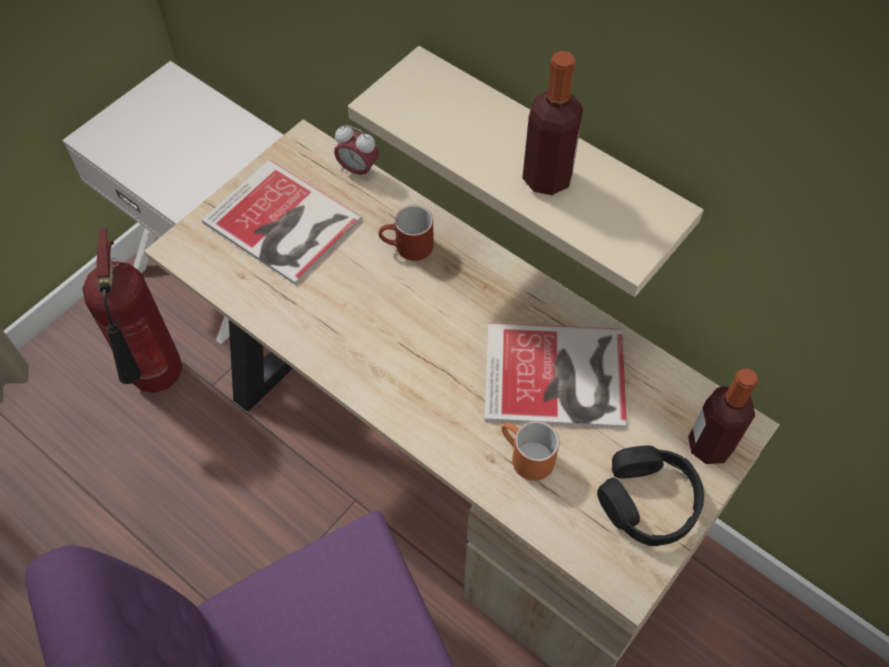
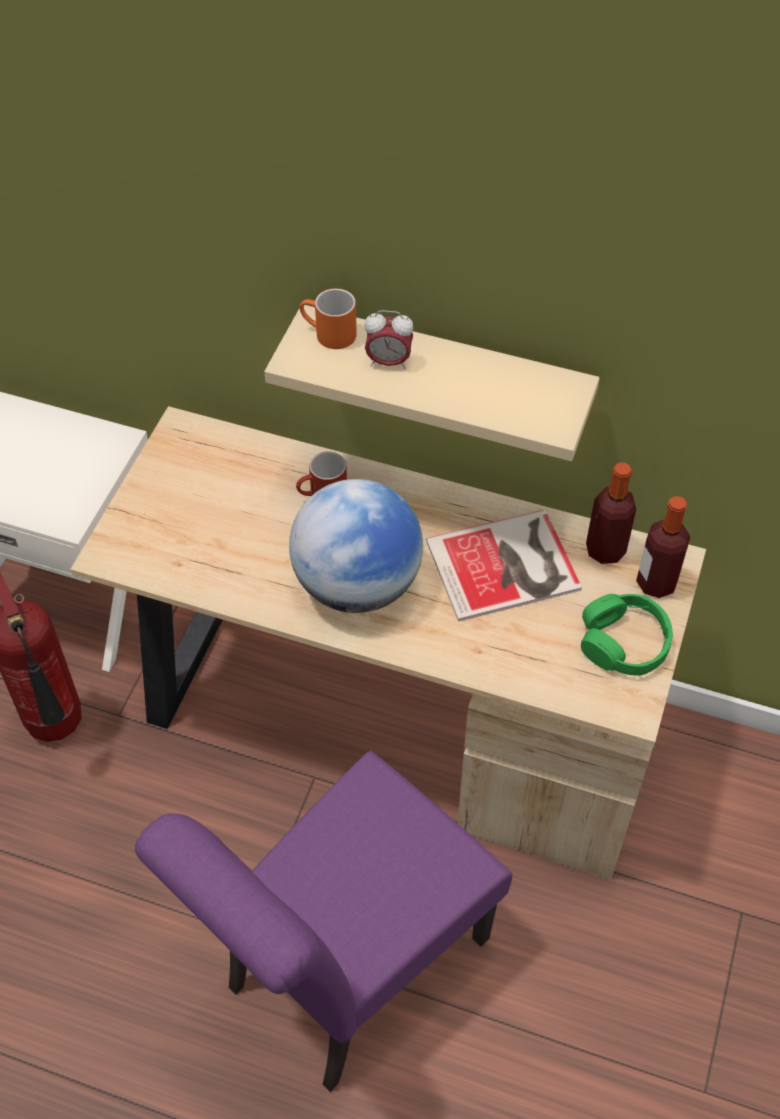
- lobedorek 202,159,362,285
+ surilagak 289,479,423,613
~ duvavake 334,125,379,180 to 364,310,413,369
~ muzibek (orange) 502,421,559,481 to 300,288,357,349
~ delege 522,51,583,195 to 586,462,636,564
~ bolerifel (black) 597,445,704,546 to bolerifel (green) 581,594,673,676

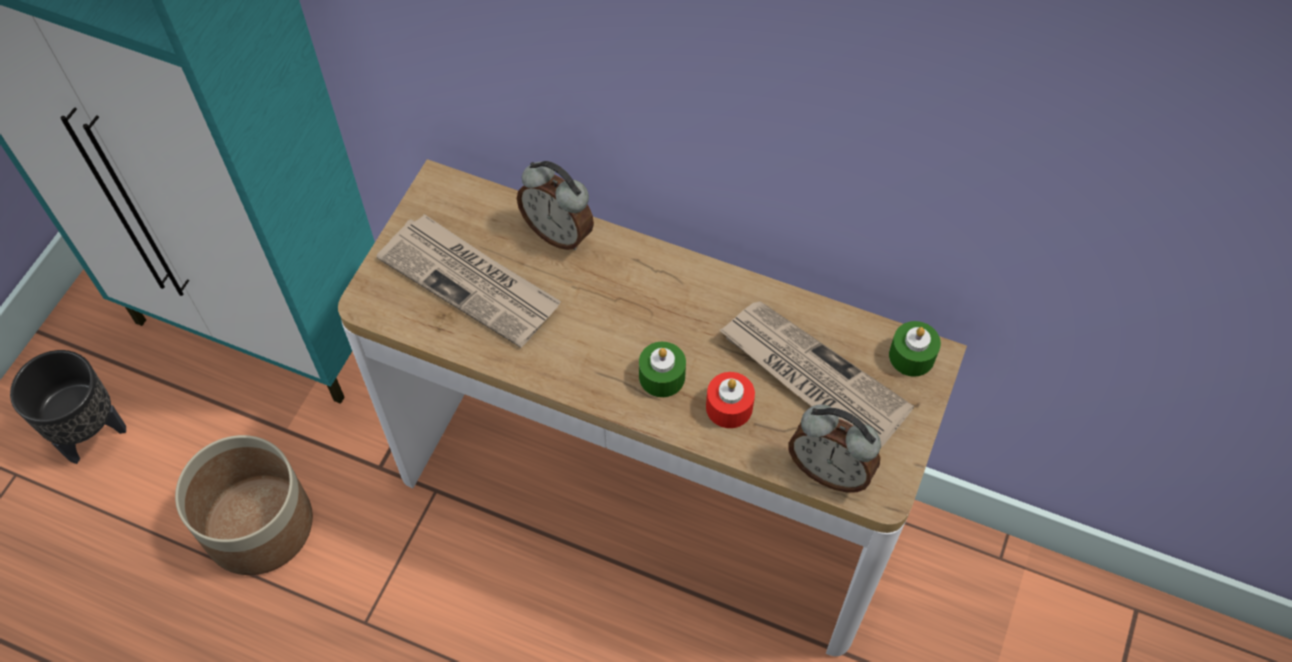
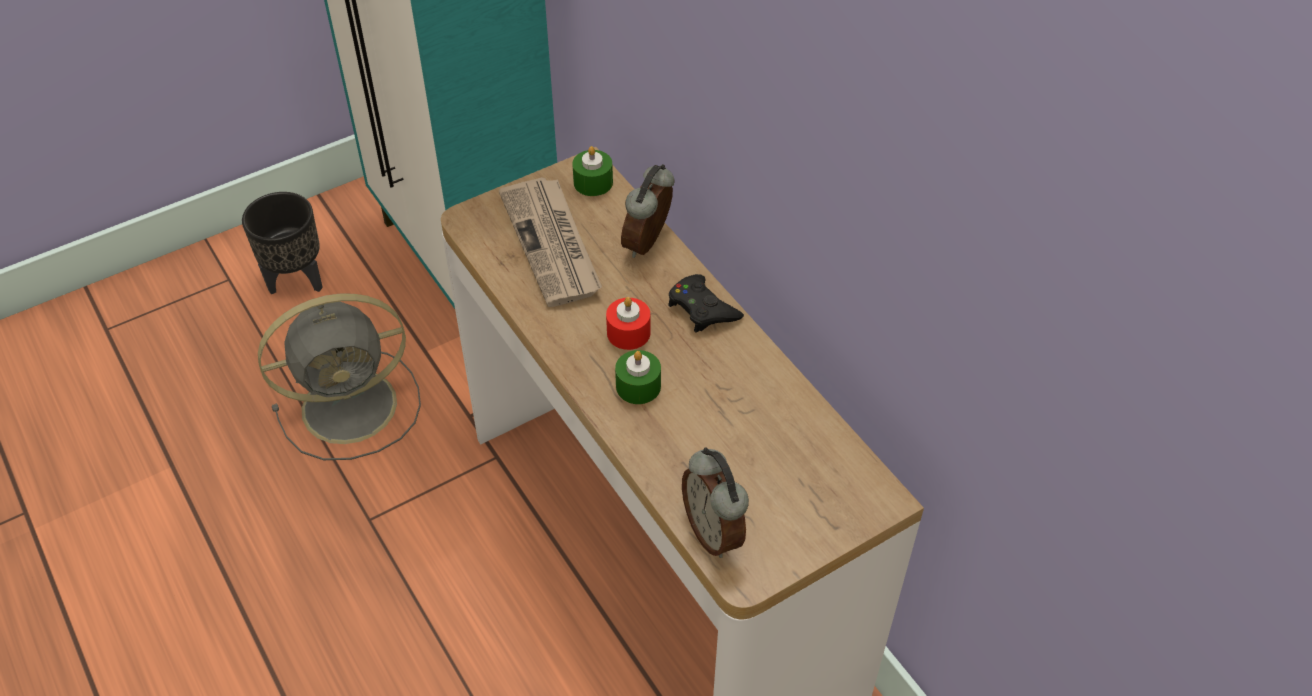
- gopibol 719,301,914,447
+ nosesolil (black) 668,274,744,333
~ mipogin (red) 706,372,755,428 to 606,297,651,350
~ mipogin (green) 889,321,941,377 to 572,146,613,196
~ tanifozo 175,435,313,575 to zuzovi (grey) 258,294,421,460
~ duvavake 517,161,594,250 = 621,164,674,258 45 degrees clockwise

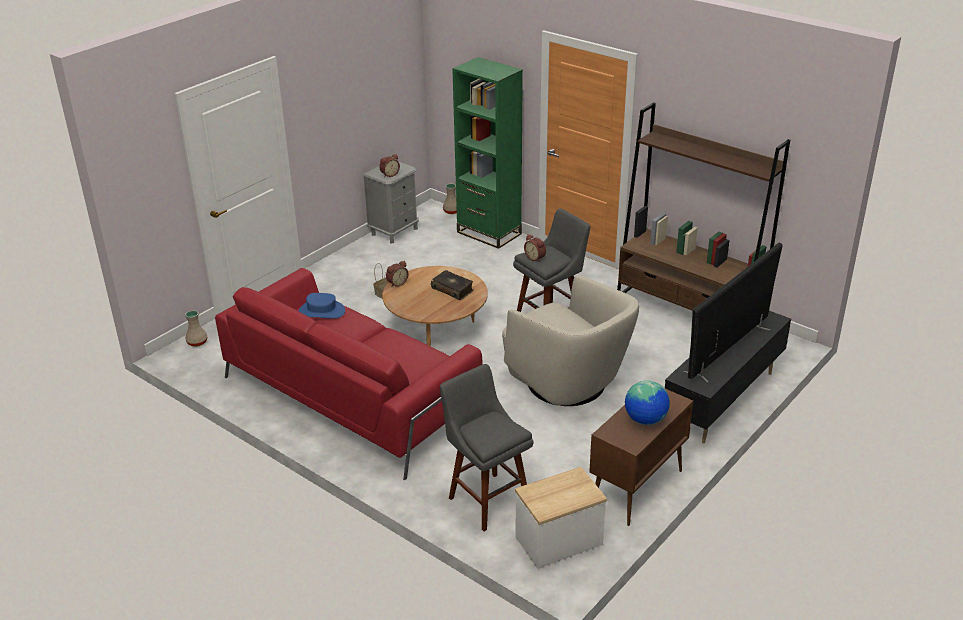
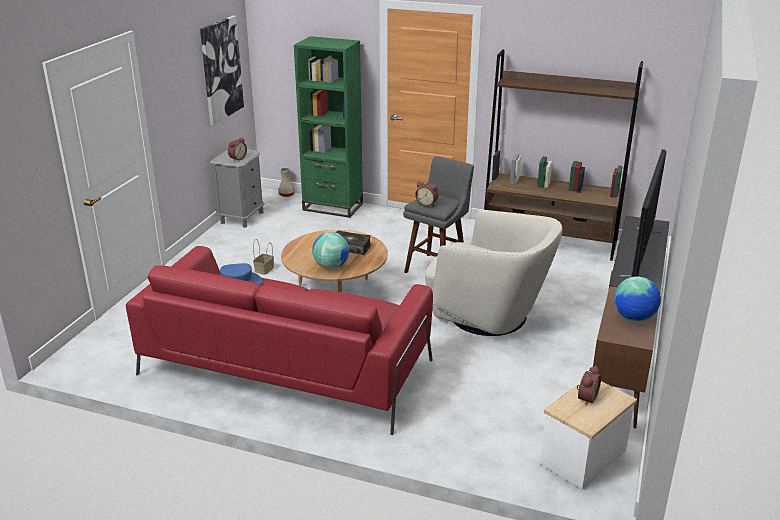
- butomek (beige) 185,310,207,347
- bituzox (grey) 440,364,533,531
+ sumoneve 200,16,244,125
+ surilagak 312,232,349,269
~ duvavake 386,261,409,287 to 577,366,601,405

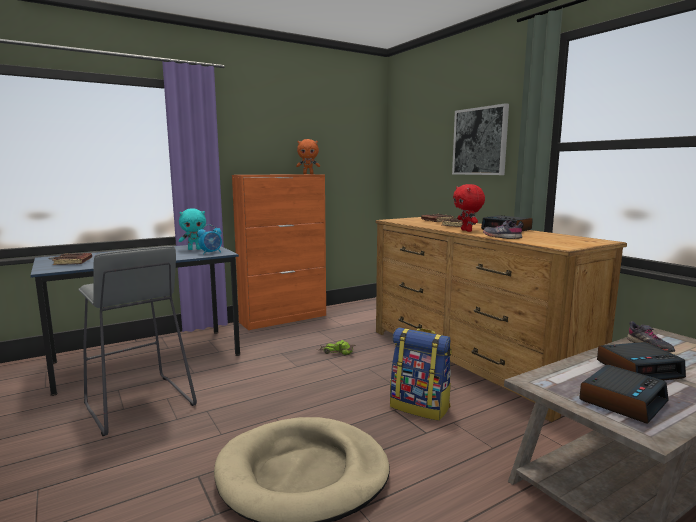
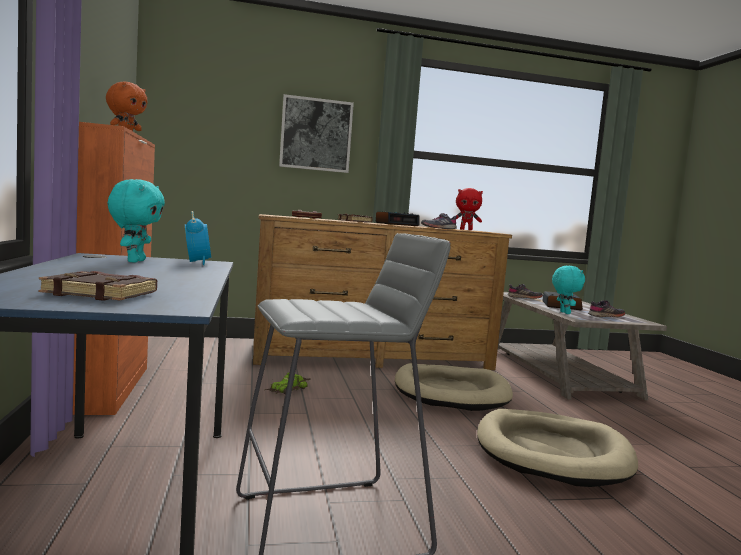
+ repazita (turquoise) 552,266,585,314
~ repazita (red) 453,184,485,232 to 456,188,483,230
~ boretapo 390,328,452,421 to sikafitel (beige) 395,363,513,411
~ duvavake 579,365,669,424 to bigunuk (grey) 588,300,625,317

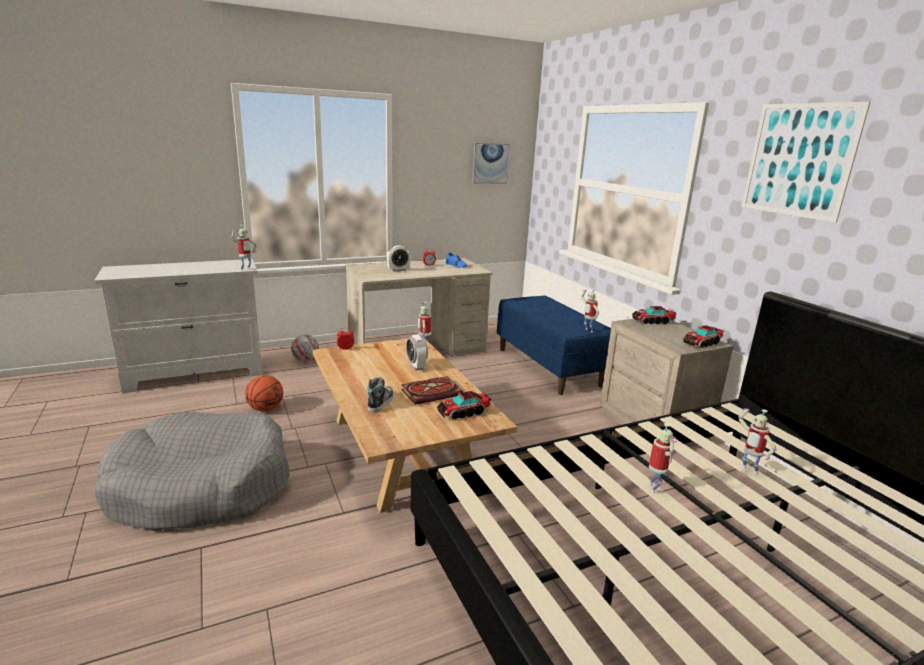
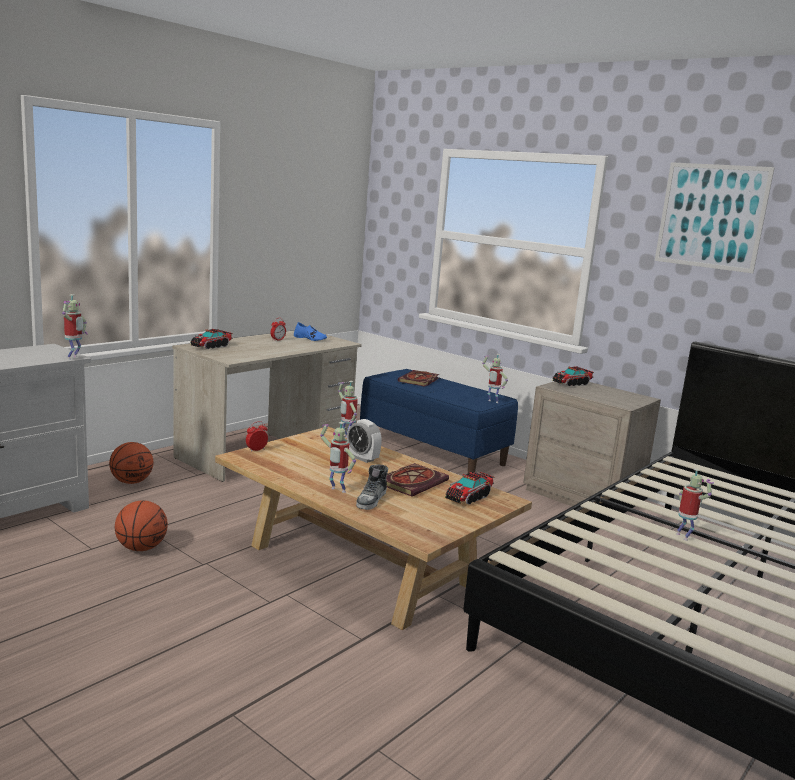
- sikafitel (grey) 94,411,289,531
- duvavake 387,245,410,272
- sumoneve 472,143,510,184
+ lobedorek 398,370,439,387
~ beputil 683,325,725,348 to 190,329,233,349
~ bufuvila 738,408,777,474 to 320,422,356,493
~ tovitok 291,334,319,362 to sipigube 109,442,153,484
~ bigunuk 367,377,393,413 = 356,465,388,510 150 degrees counterclockwise

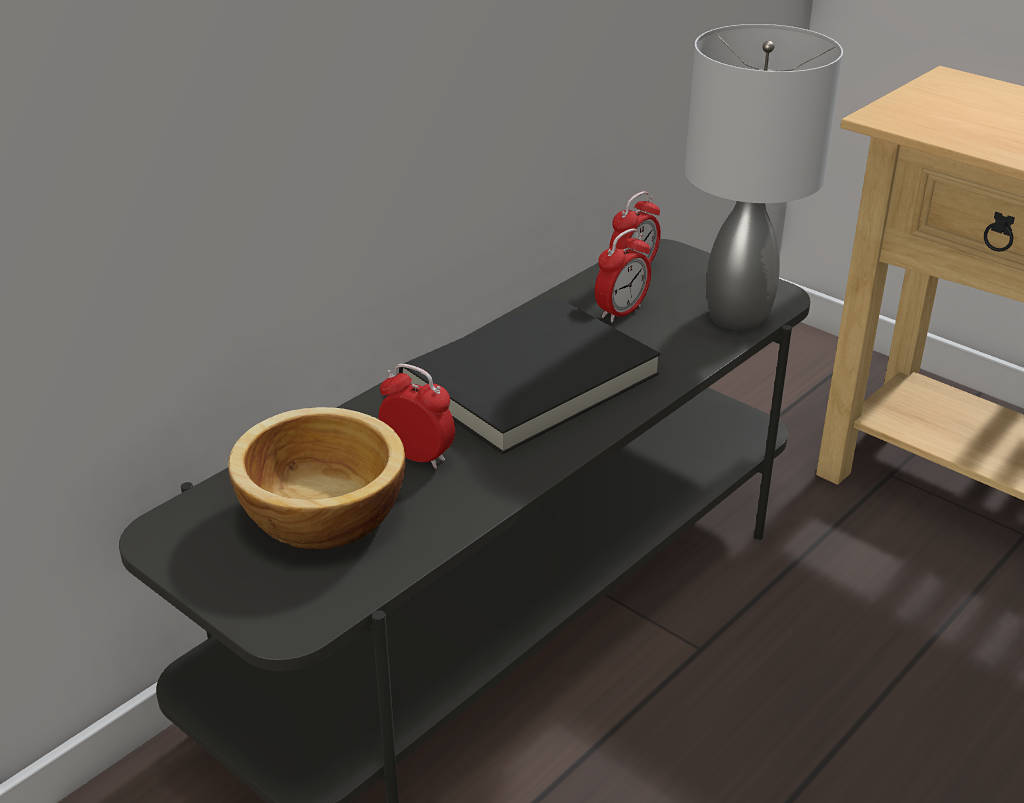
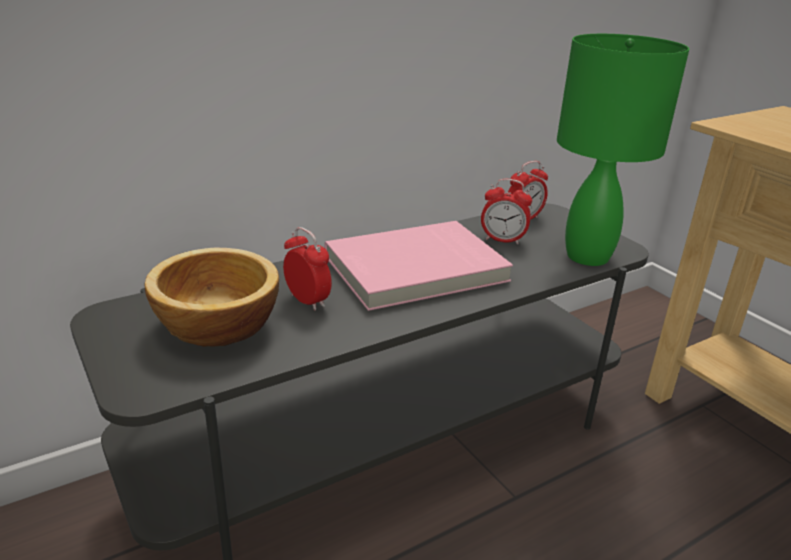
~ lobedorek (black) 399,297,661,454 to lobedorek (pink) 324,221,513,311
~ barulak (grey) 685,24,843,331 to barulak (green) 557,34,689,266
~ duvavake 595,229,651,322 = 481,179,532,244 45 degrees clockwise

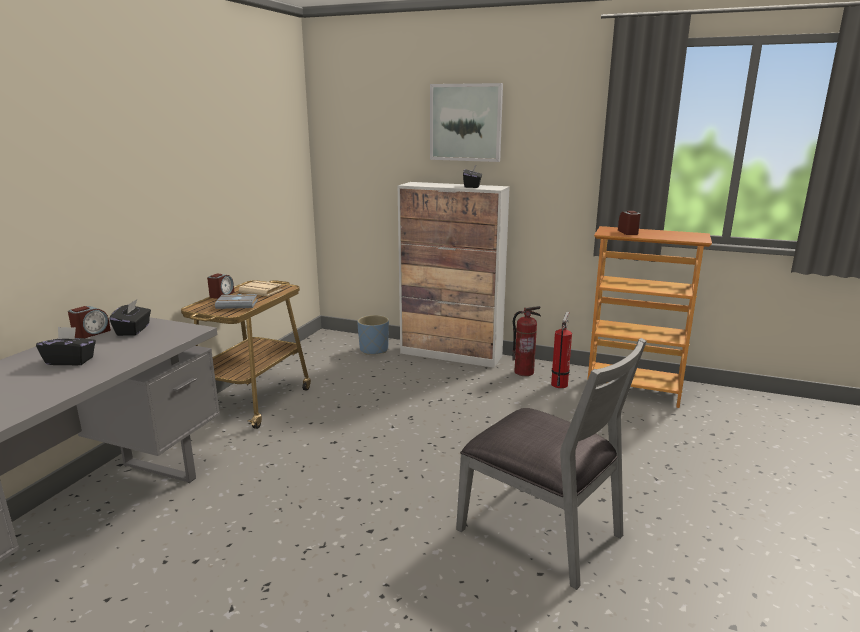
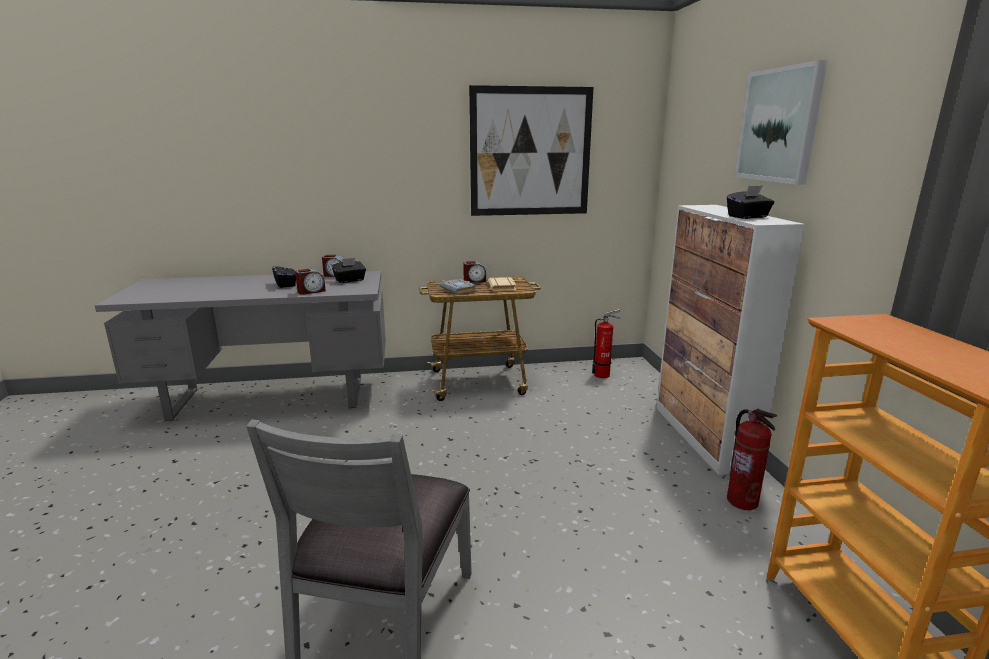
- tanifozo (blue) 357,315,389,355
+ sumoneve 469,85,594,216
~ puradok 551,312,572,388 to 592,309,621,378
~ duvavake 618,211,641,235 to 295,269,326,295

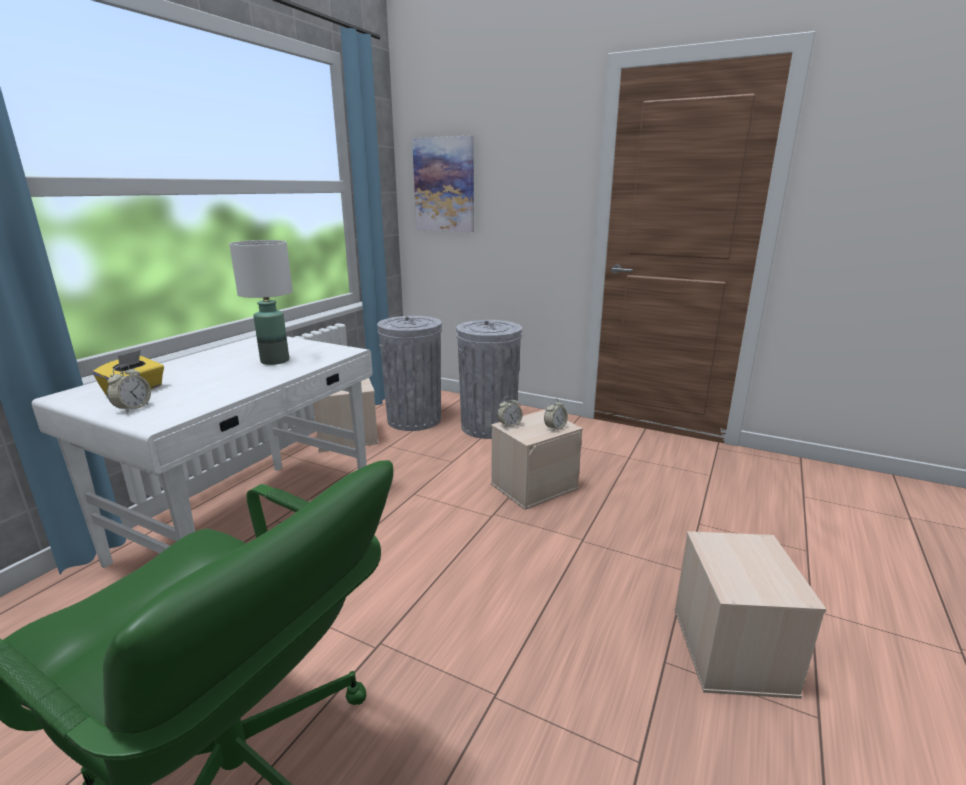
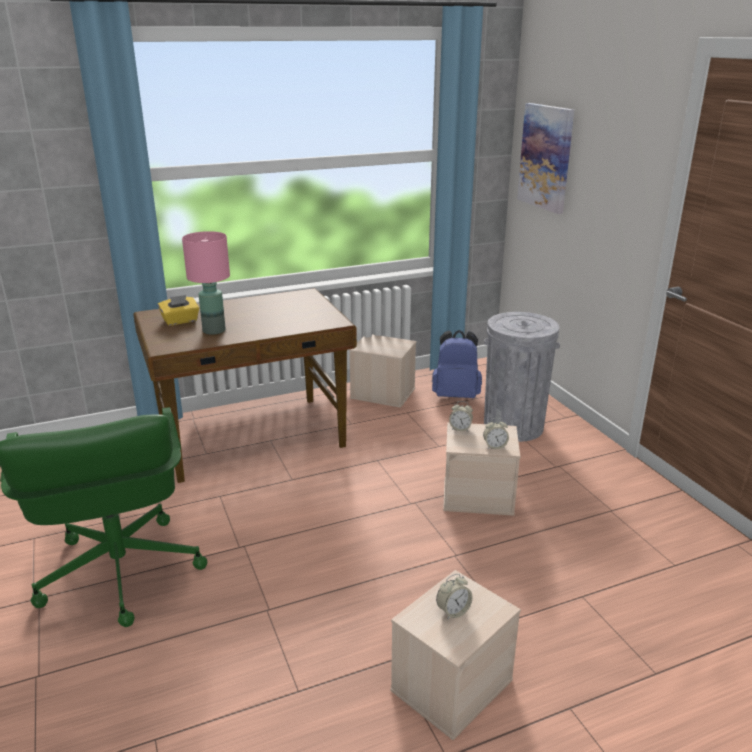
- barulak (white) 229,240,293,365
+ barulak (pink) 182,231,230,335
~ duvavake 107,365,151,413 to 436,574,473,620
~ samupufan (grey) 377,316,442,431 to boretapo (blue) 432,330,482,398
~ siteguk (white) 32,336,372,568 to siteguk (brown) 133,288,357,483

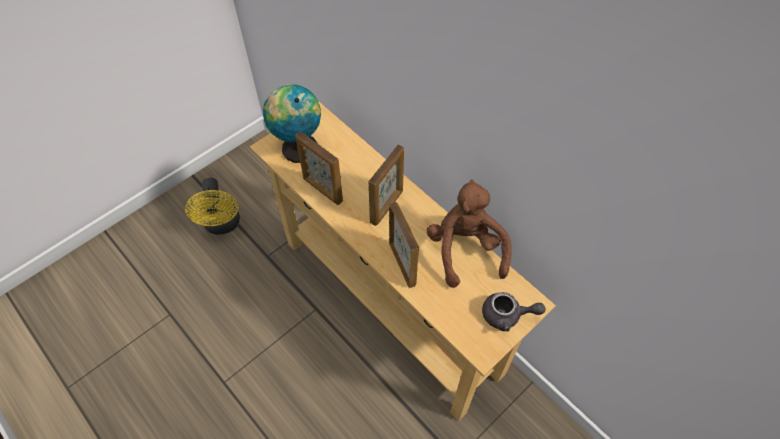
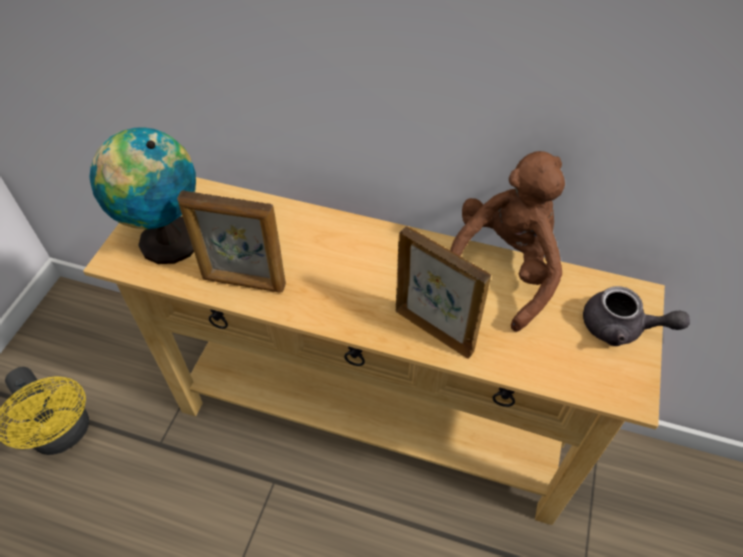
- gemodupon 368,145,404,226
~ repazita (brown) 427,179,512,288 = 450,151,565,332 75 degrees clockwise
~ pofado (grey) 482,292,546,332 = 583,286,690,346 45 degrees clockwise

